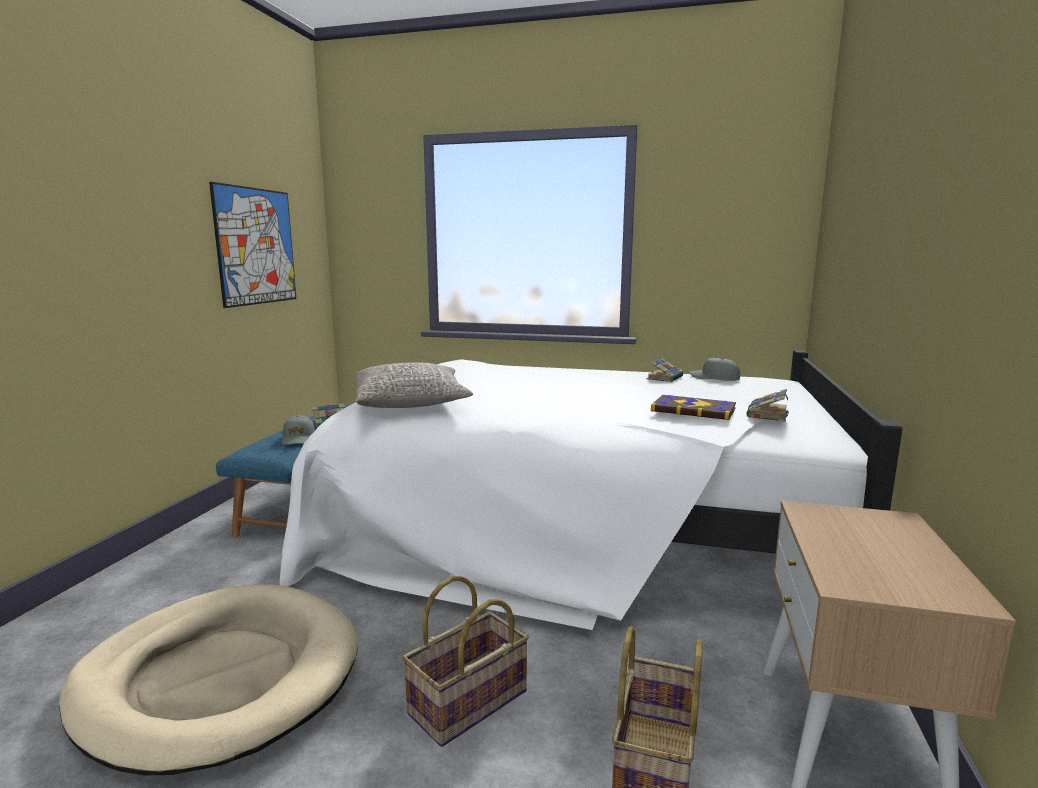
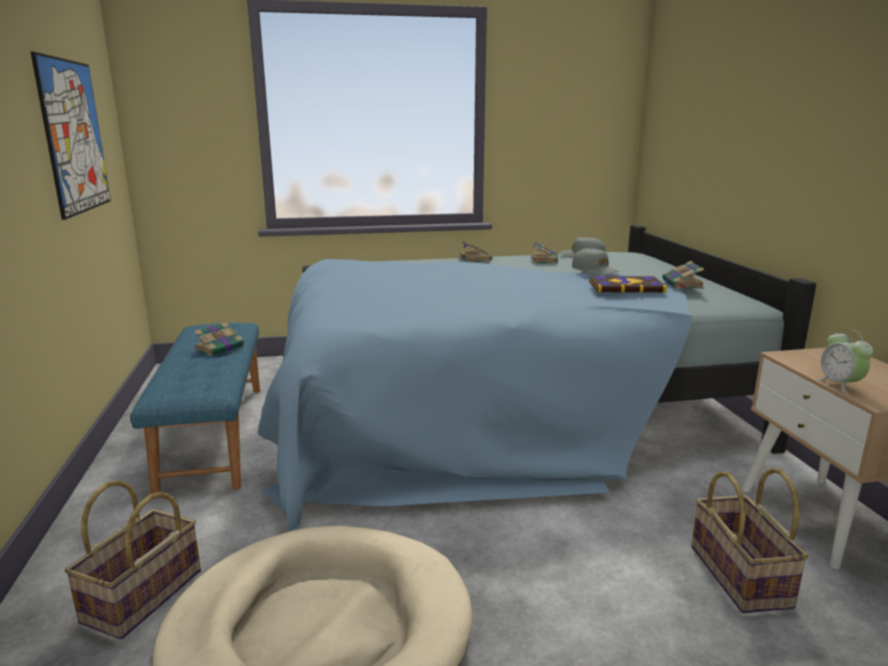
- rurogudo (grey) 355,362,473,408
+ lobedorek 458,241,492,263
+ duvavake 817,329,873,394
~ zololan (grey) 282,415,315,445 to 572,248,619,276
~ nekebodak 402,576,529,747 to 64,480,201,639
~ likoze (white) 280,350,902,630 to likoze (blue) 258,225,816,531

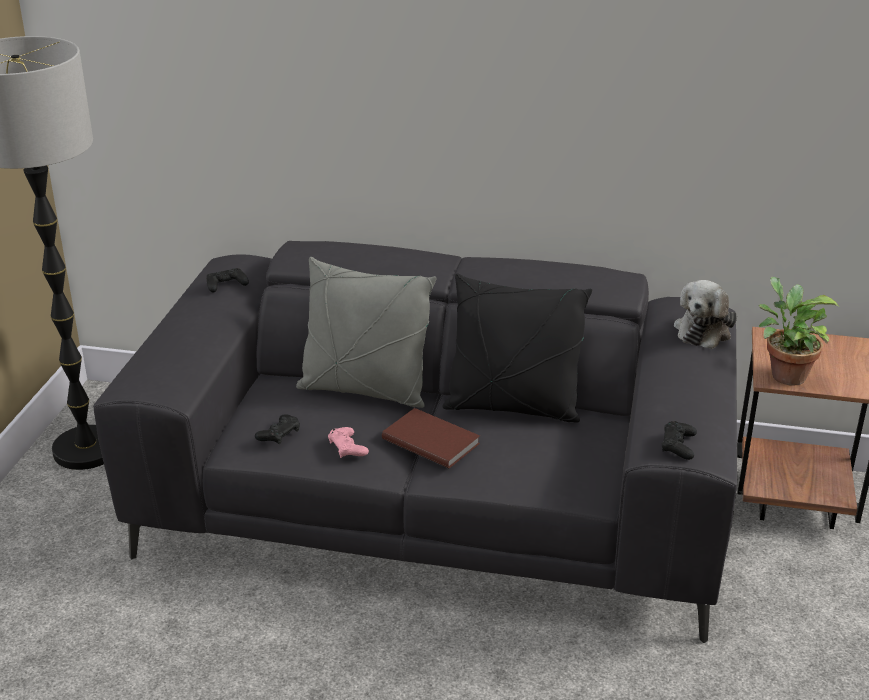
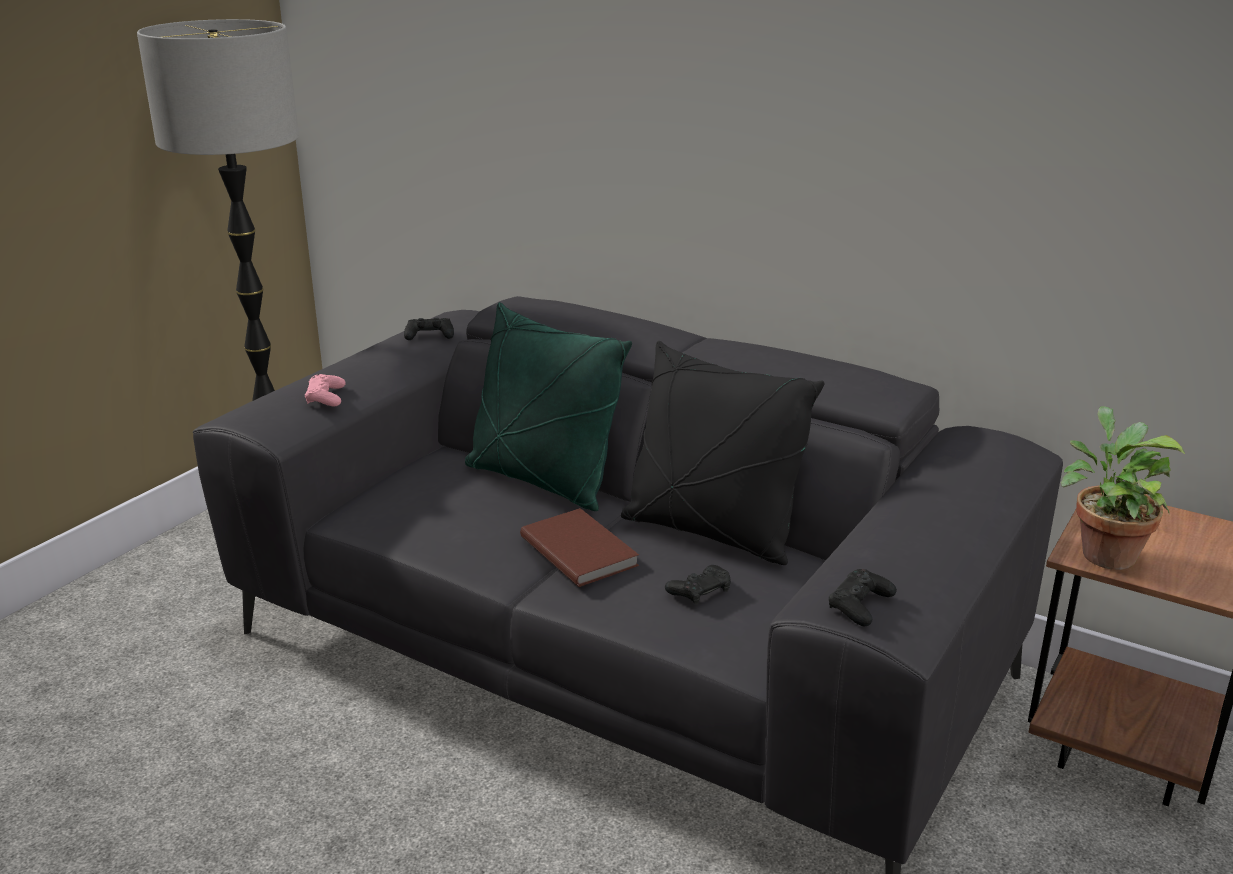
- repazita 674,280,737,349
~ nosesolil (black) 255,414,300,445 to 665,565,731,604
~ nosesolil (pink) 328,427,369,458 to 305,374,346,406
~ rurogudo (grey) 296,257,437,408 to rurogudo (green) 465,302,632,511

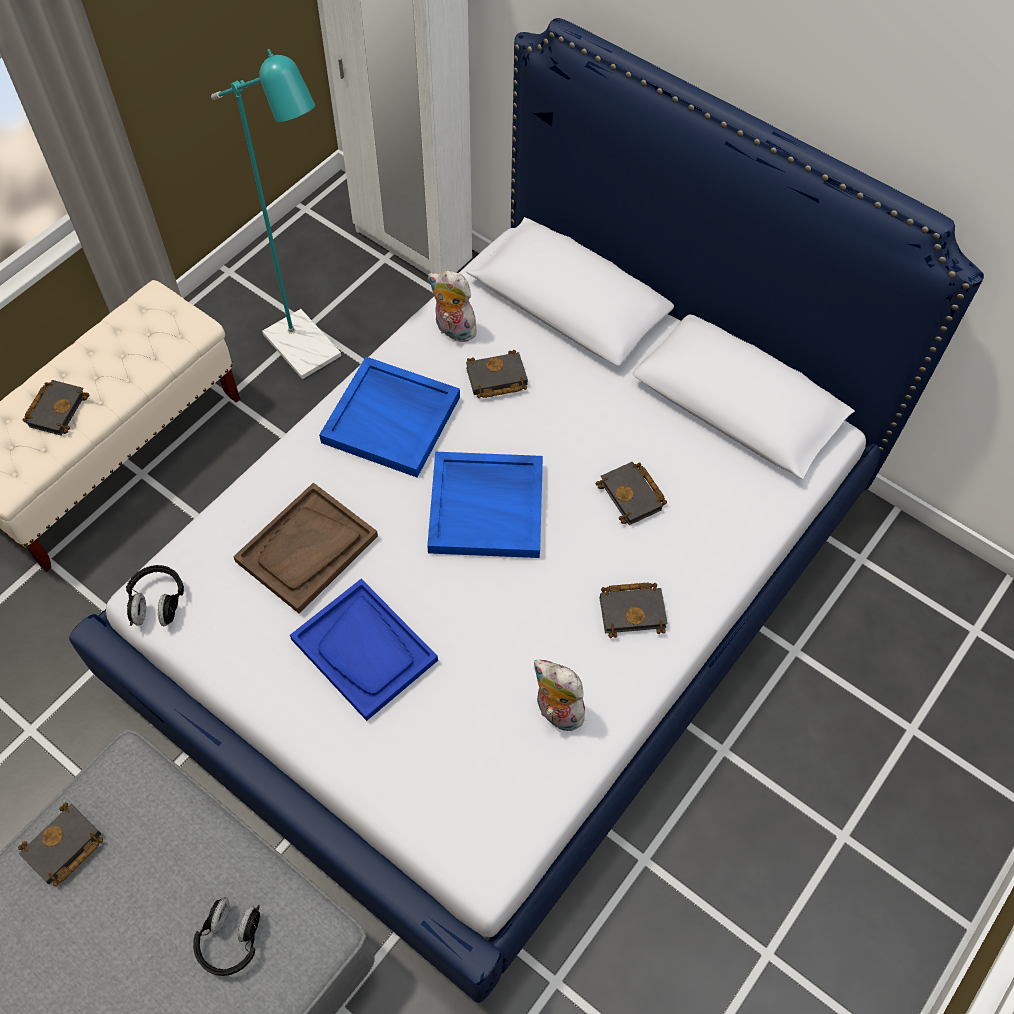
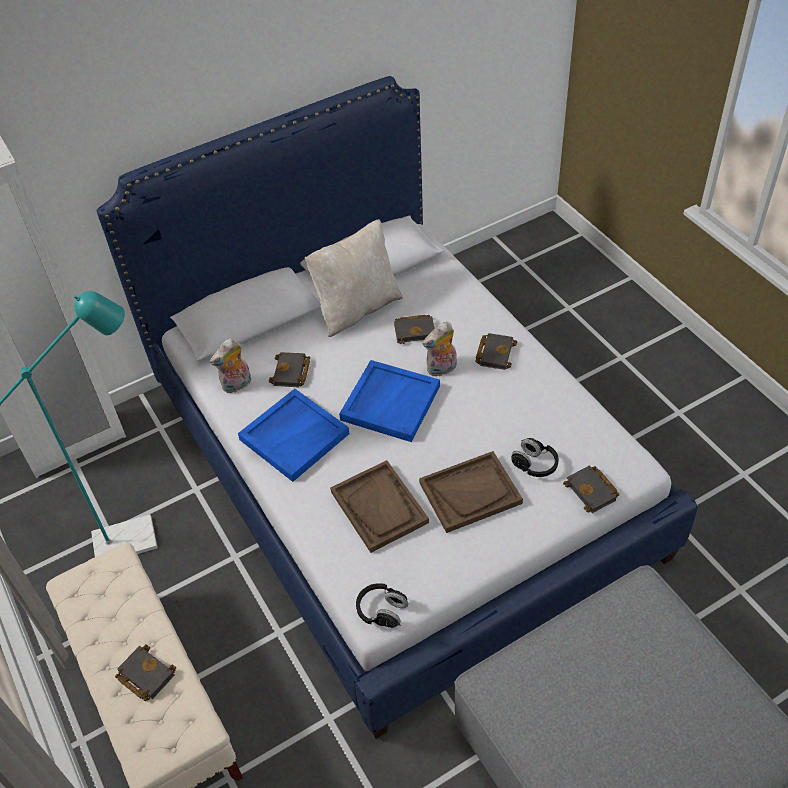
+ rurogudo (beige) 305,219,403,337
~ lobedorek (black) 18,802,103,886 to 563,466,620,513
~ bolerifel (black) 193,897,260,976 to 511,438,559,477
~ repazita 533,660,587,731 to 423,322,457,377
~ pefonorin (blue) 290,579,438,721 to pefonorin (brown) 419,451,523,533

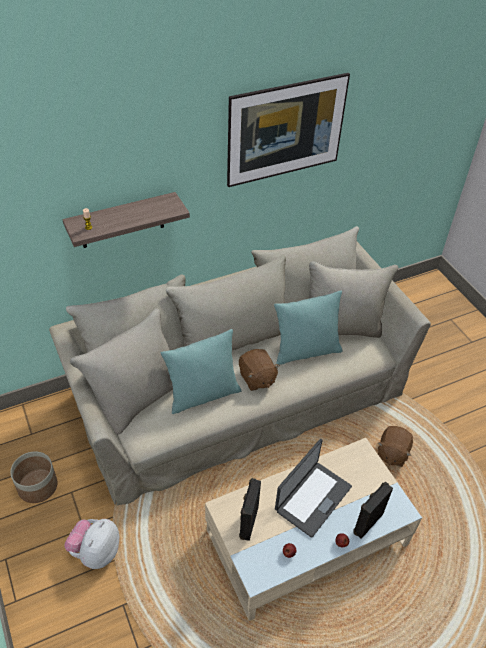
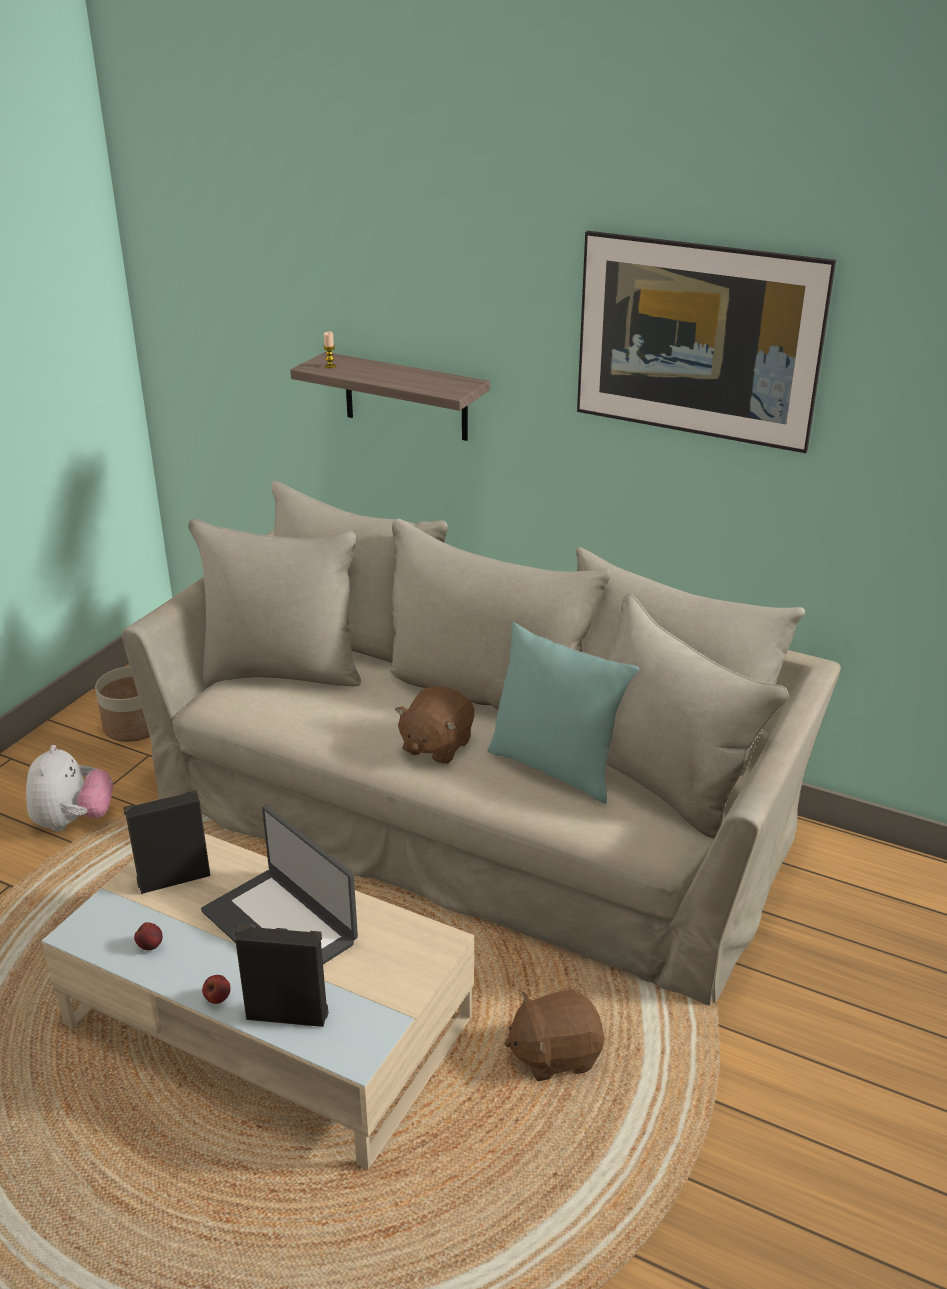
- rurogudo (turquoise) 161,329,242,414
~ repazita 64,519,120,569 = 26,745,113,832 105 degrees clockwise
~ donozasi 275,439,352,538 = 201,806,358,964 45 degrees clockwise

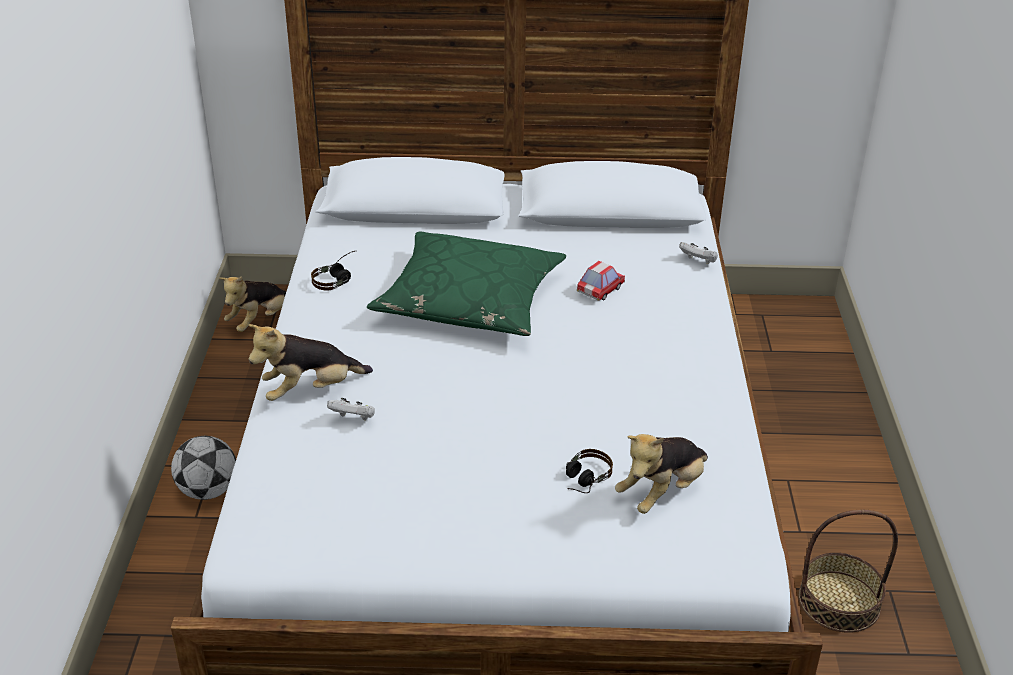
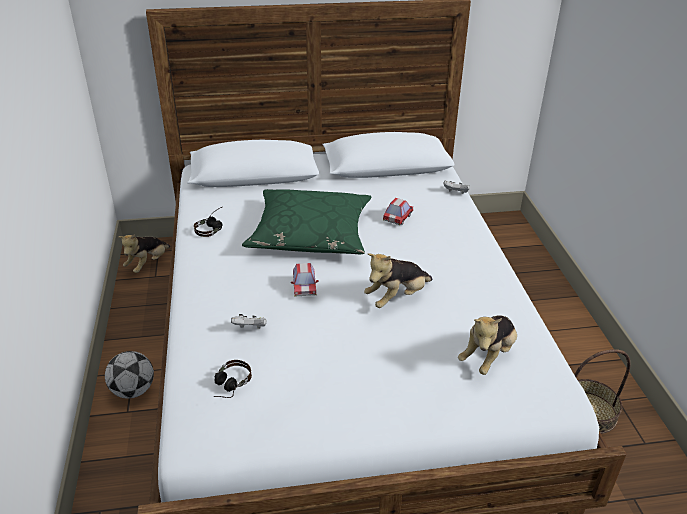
+ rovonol 291,263,319,297
~ repazita 248,324,373,401 to 364,253,433,308
~ bolerifel 566,449,613,493 to 214,360,252,398

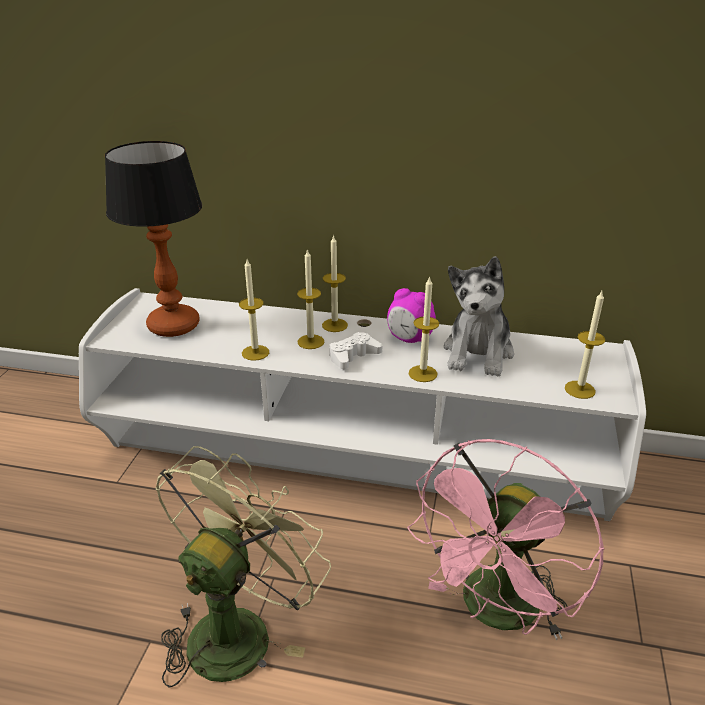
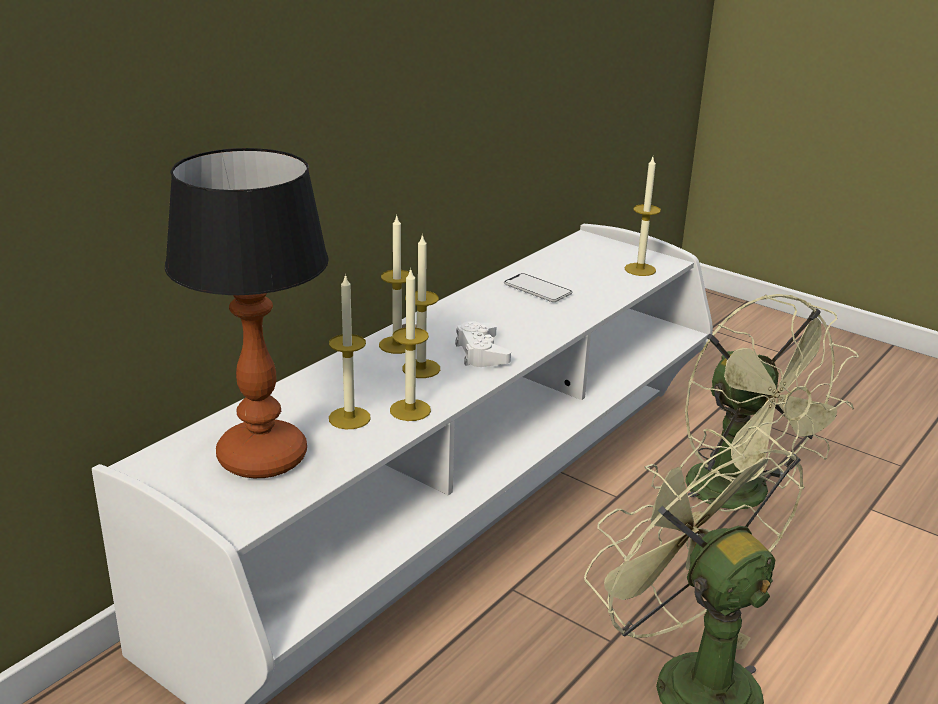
- duvavake 387,288,436,343
~ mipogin 408,276,439,382 to 329,274,371,429
~ repazita 444,256,514,377 to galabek 504,273,572,302
~ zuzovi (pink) 407,439,604,640 to zuzovi (green) 685,294,859,523

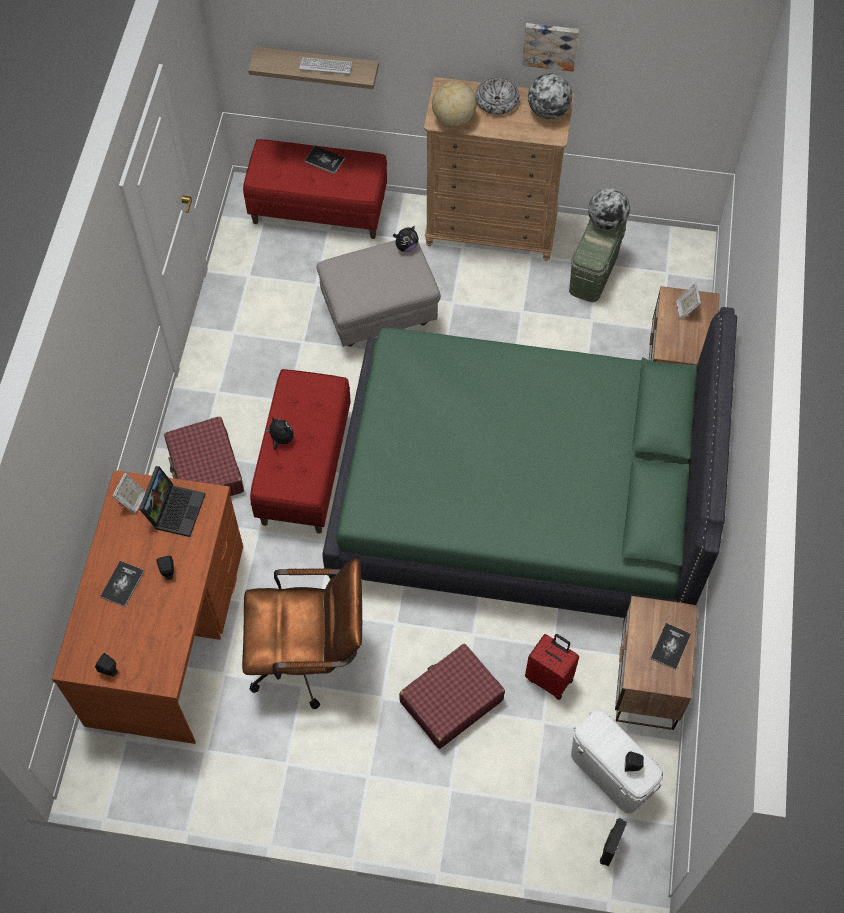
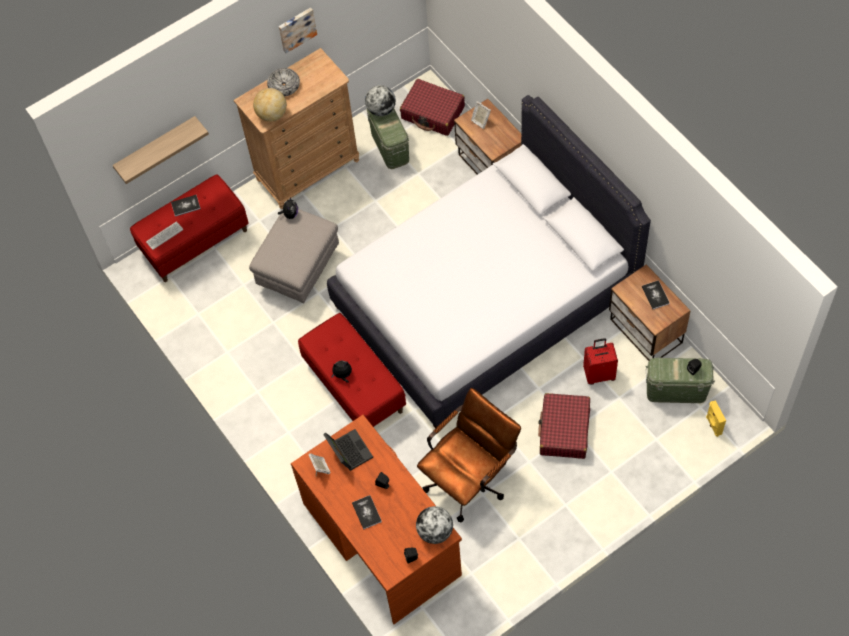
~ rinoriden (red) 164,417,244,496 to 400,79,465,136
~ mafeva 299,57,352,75 to 146,221,183,250
~ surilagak 528,74,572,119 to 416,506,453,544
~ likoze (green) 322,307,737,618 to likoze (white) 327,95,651,428
~ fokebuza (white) 571,710,664,813 to fokebuza (green) 646,357,715,403
~ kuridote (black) 600,818,627,867 to kuridote (yellow) 706,400,726,437

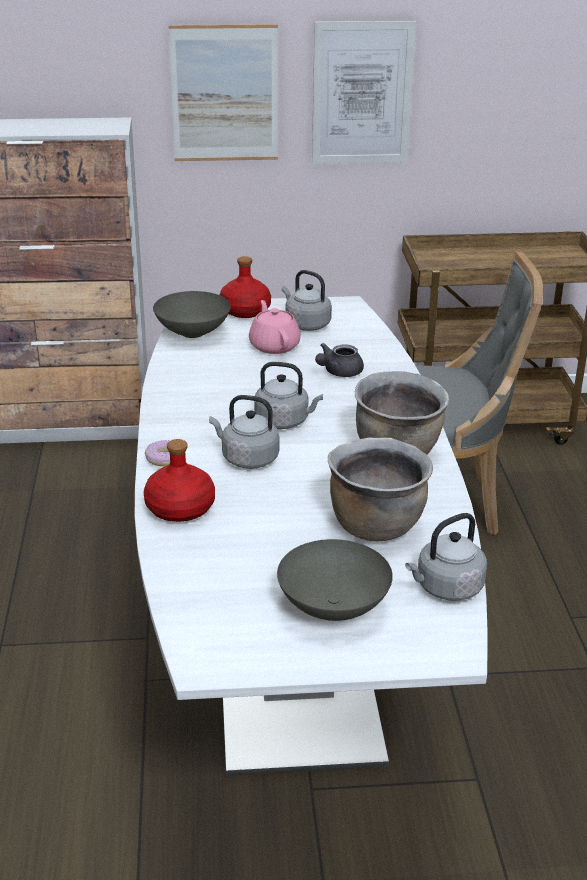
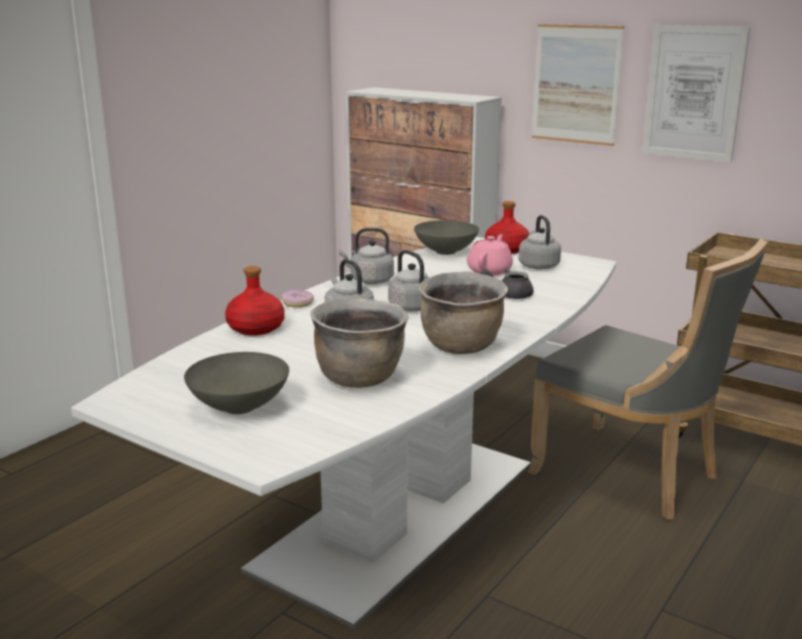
~ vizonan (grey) 405,513,487,601 to 339,228,394,284

